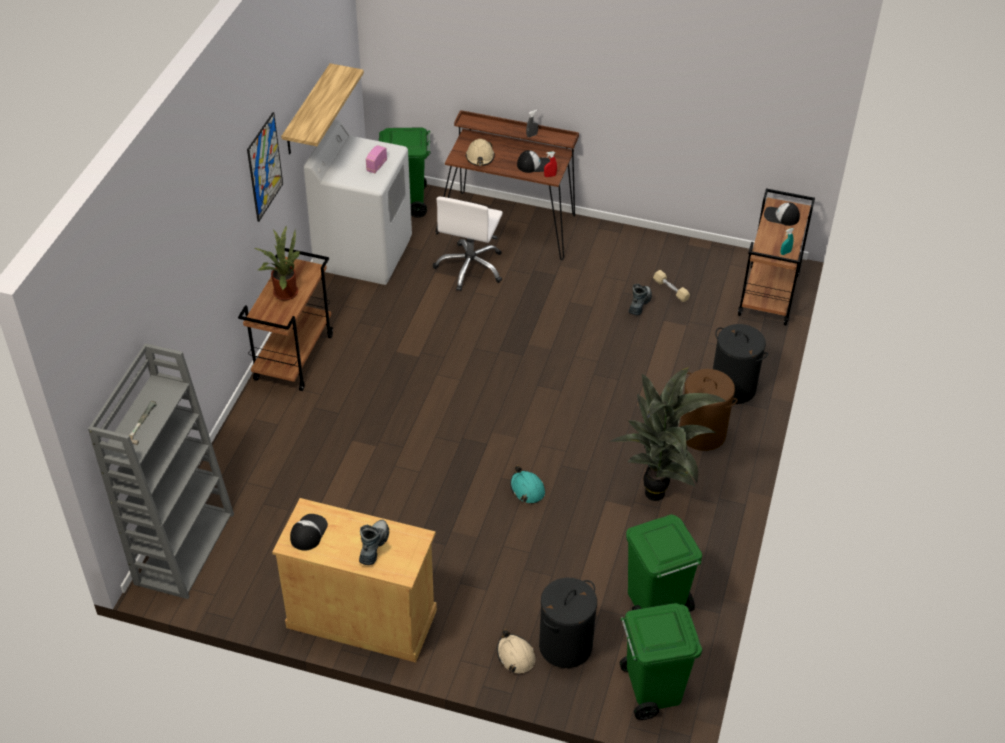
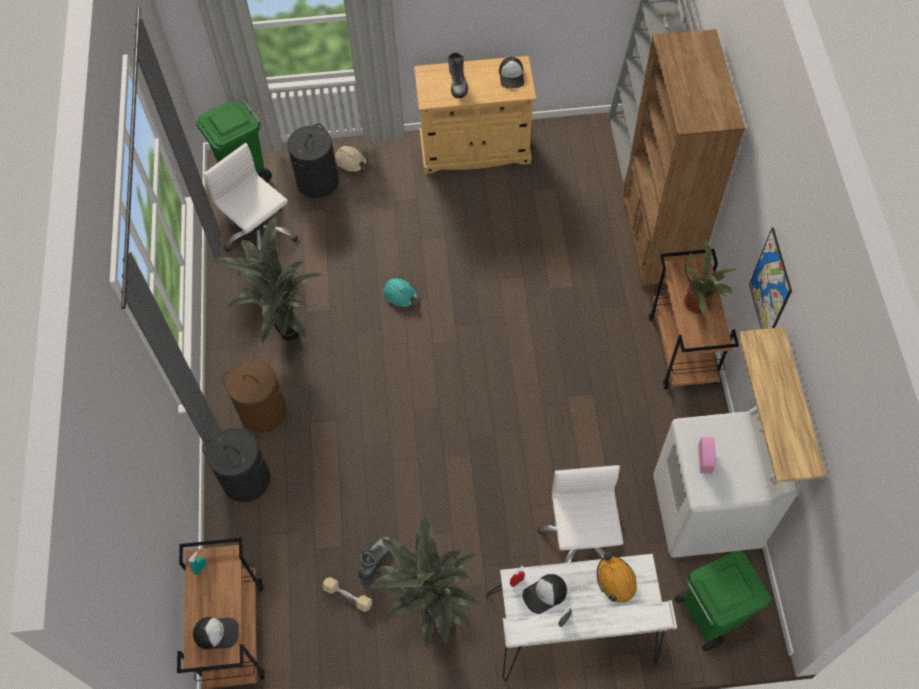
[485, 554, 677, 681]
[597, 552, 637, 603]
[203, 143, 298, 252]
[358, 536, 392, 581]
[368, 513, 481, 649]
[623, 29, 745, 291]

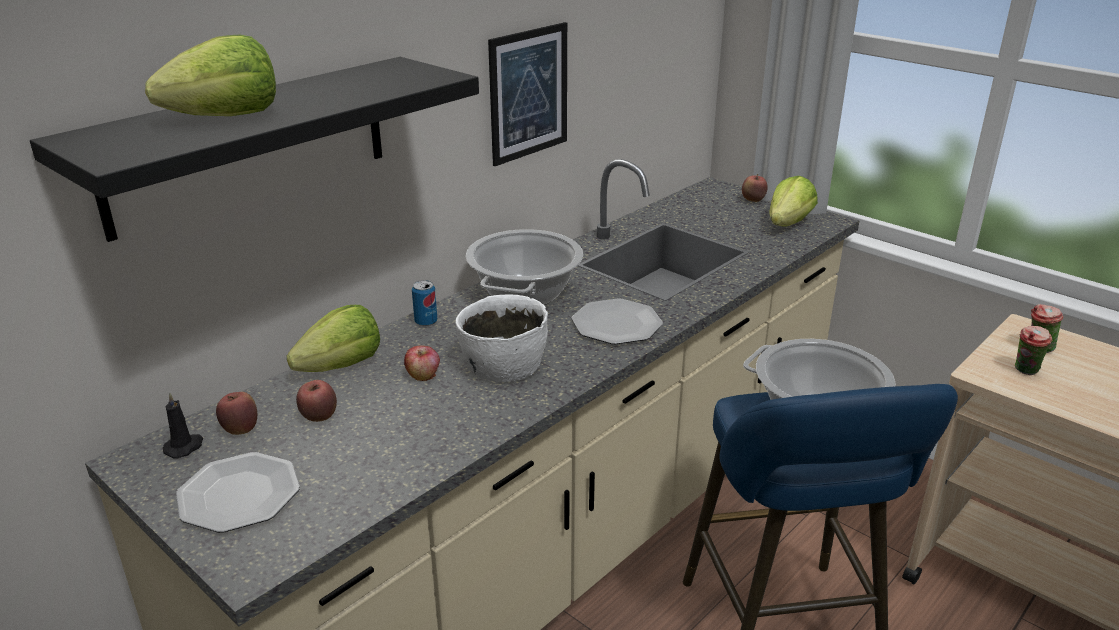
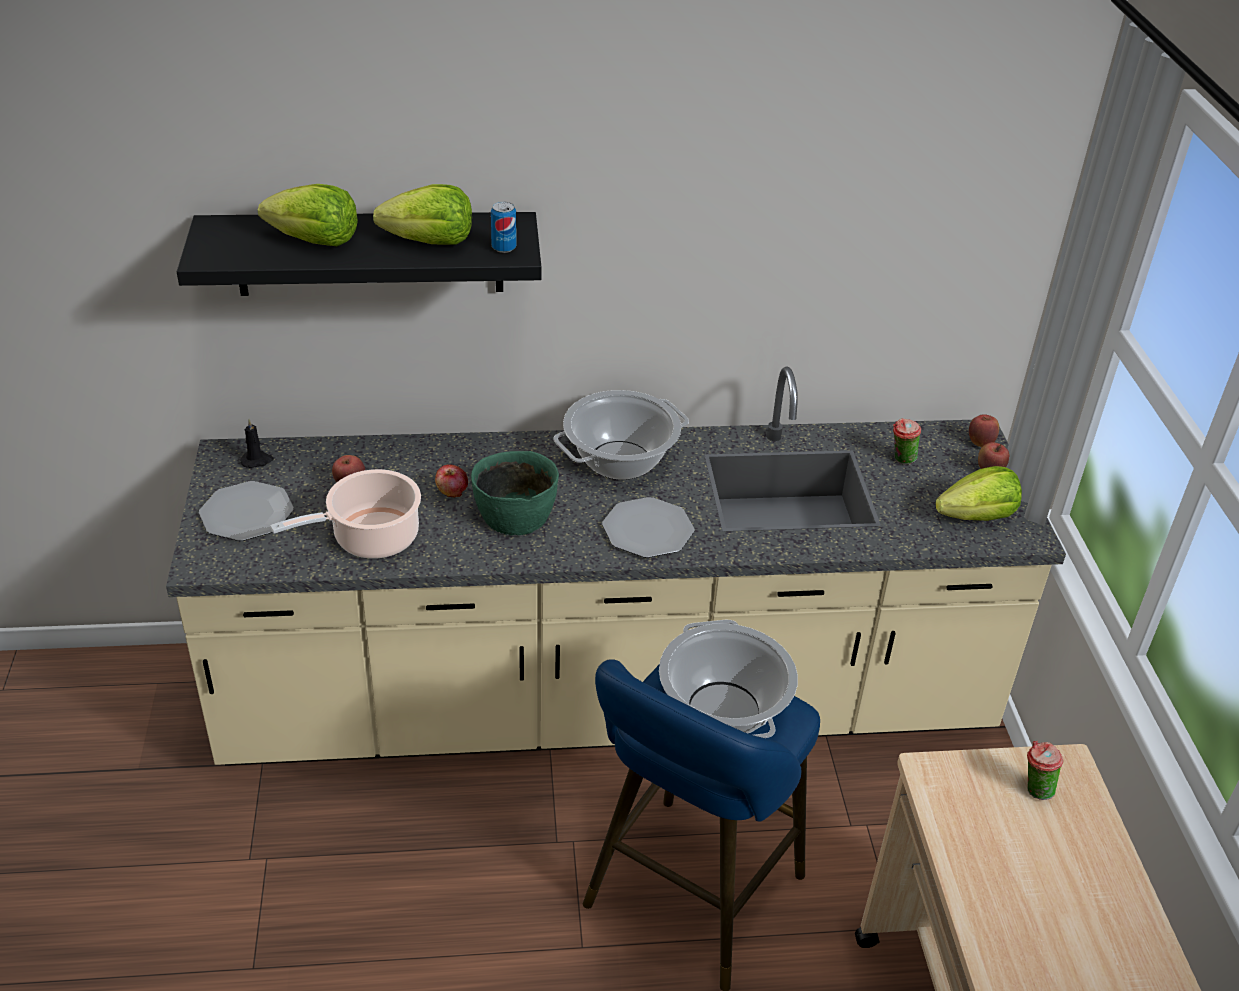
[969, 414, 999, 447]
[373, 184, 472, 245]
[491, 201, 517, 253]
[471, 451, 559, 536]
[488, 22, 567, 166] (first image)
[893, 418, 921, 465]
[270, 469, 421, 559]

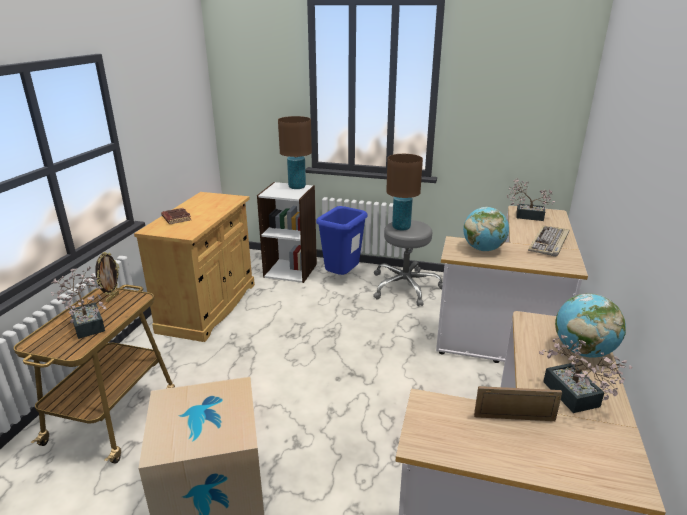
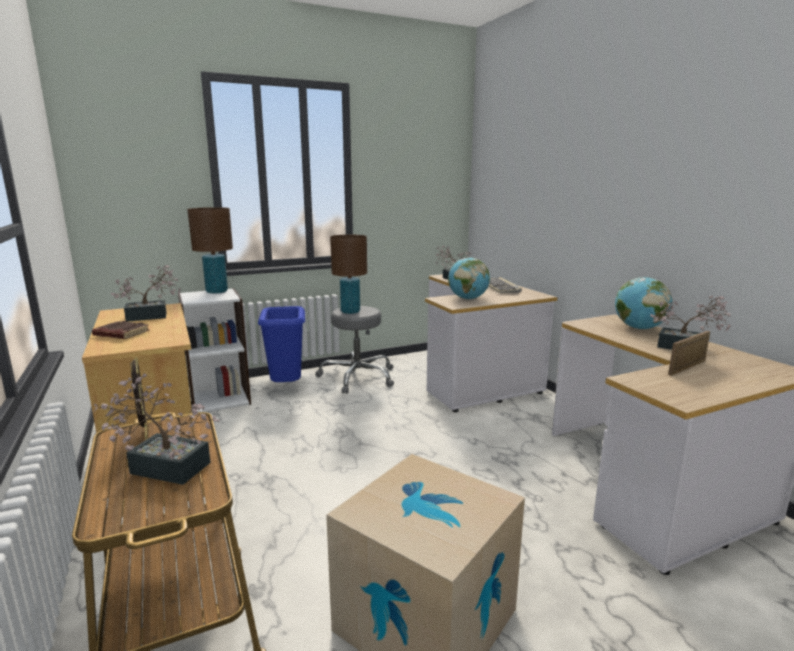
[111, 265, 181, 322]

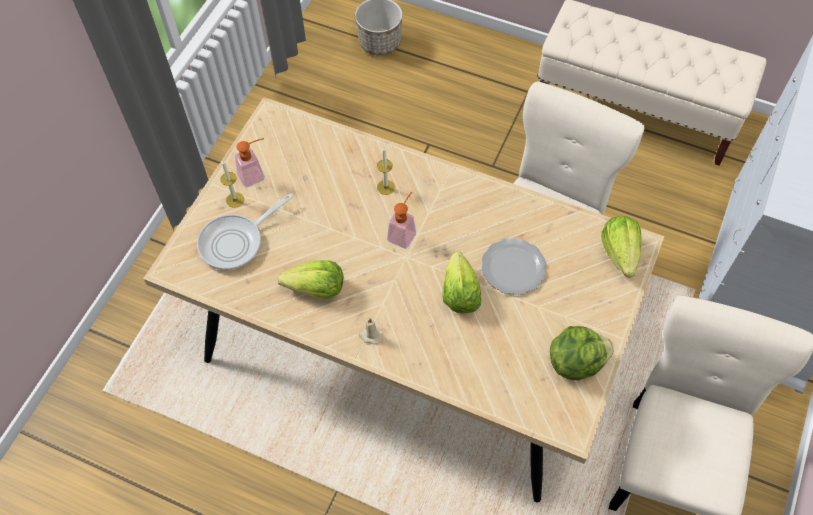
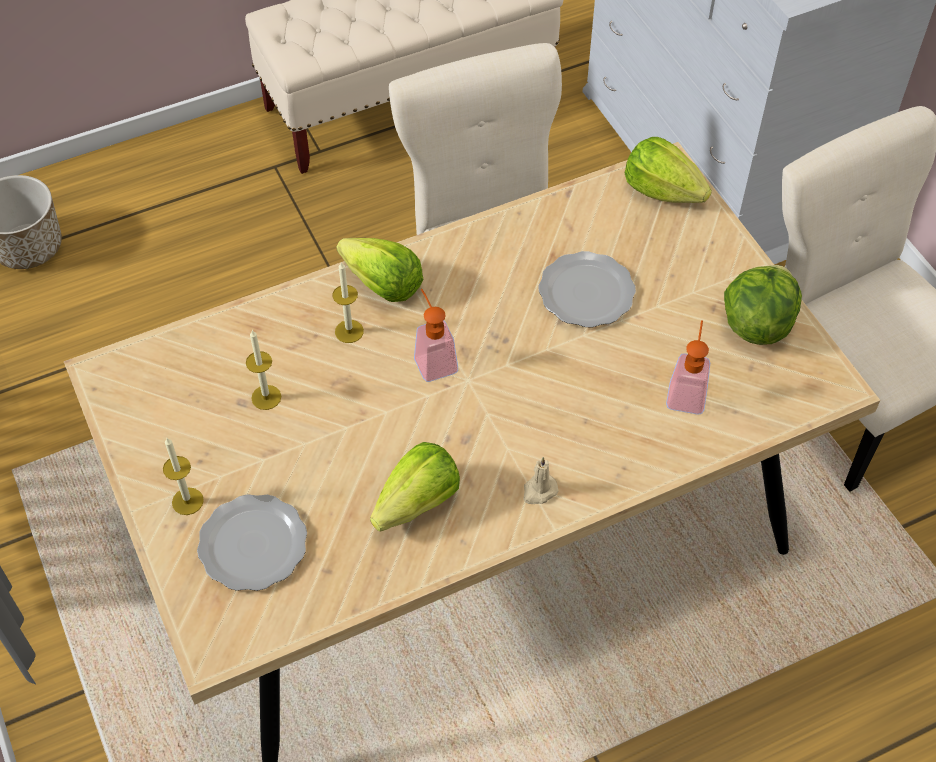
[197, 494, 307, 591]
[666, 320, 710, 415]
[336, 238, 423, 302]
[246, 330, 281, 410]

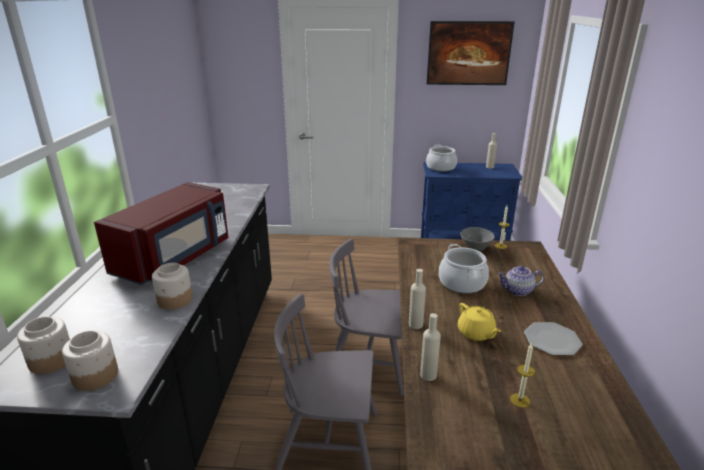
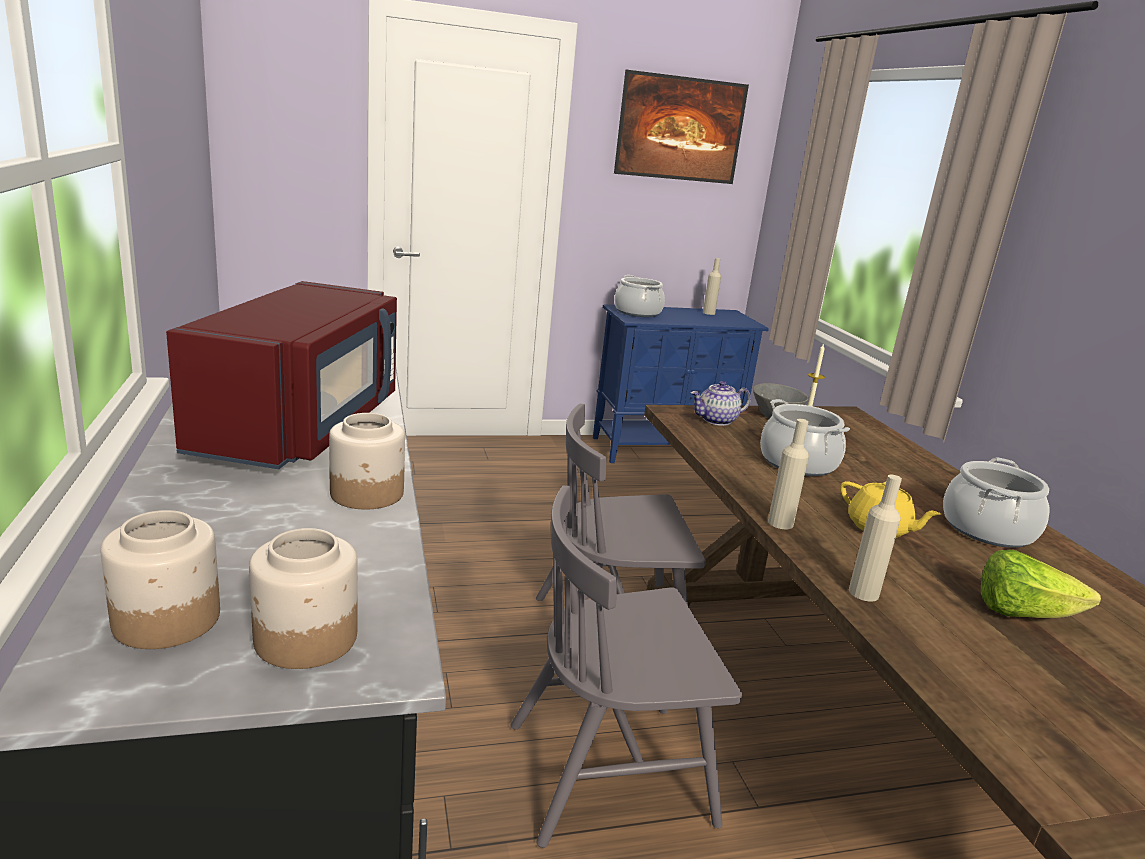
[690, 381, 751, 426]
[981, 550, 1101, 618]
[943, 457, 1050, 548]

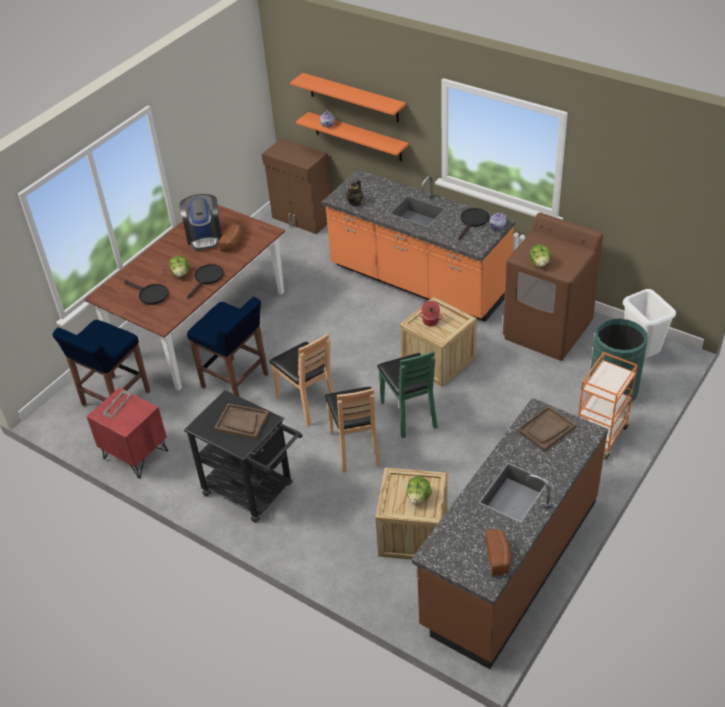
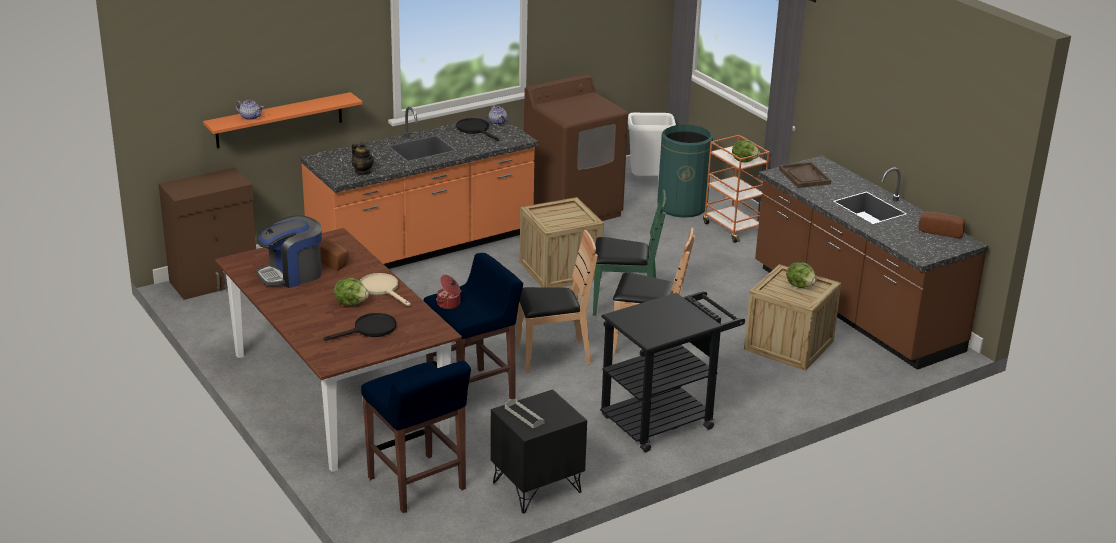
[490, 389, 587, 513]
[256, 215, 322, 288]
[359, 273, 411, 306]
[214, 403, 269, 439] (first image)
[290, 73, 406, 123] (first image)
[436, 275, 461, 309]
[732, 140, 760, 162]

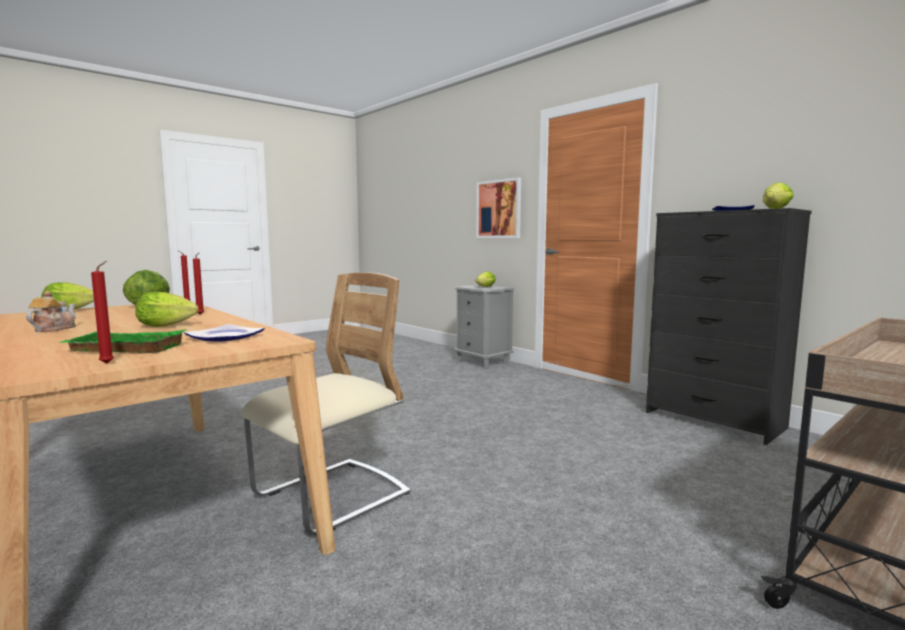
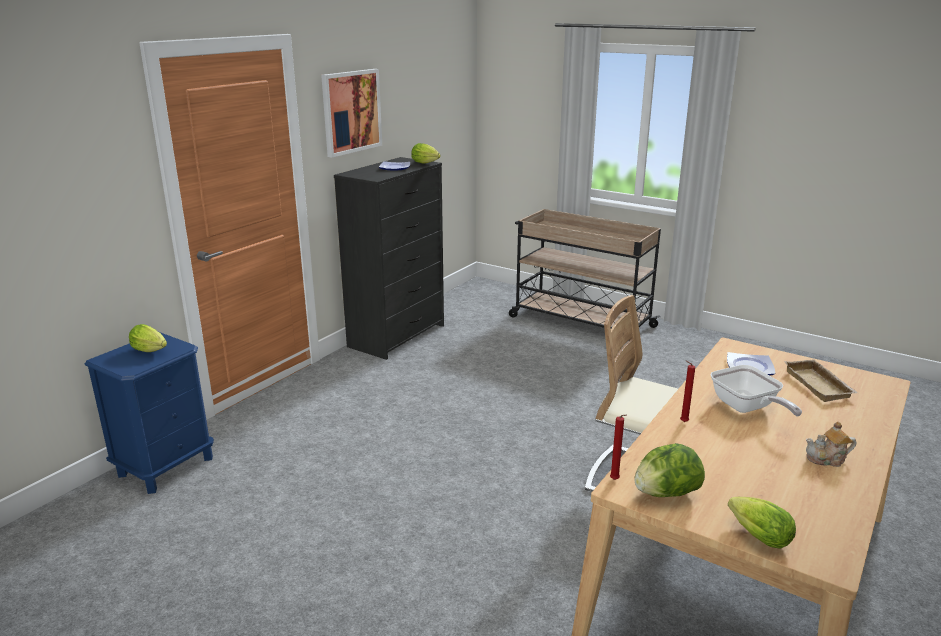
[784, 359, 858, 402]
[91, 261, 114, 364] (first image)
[710, 365, 802, 416]
[85, 332, 214, 494]
[321, 69, 382, 158]

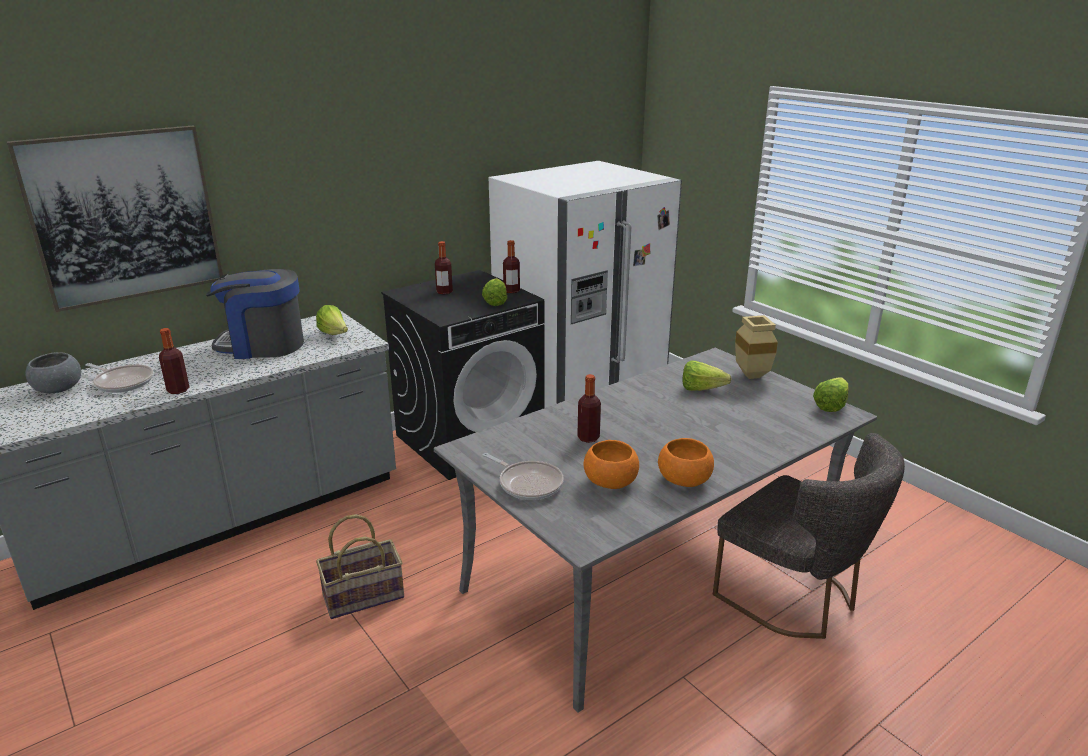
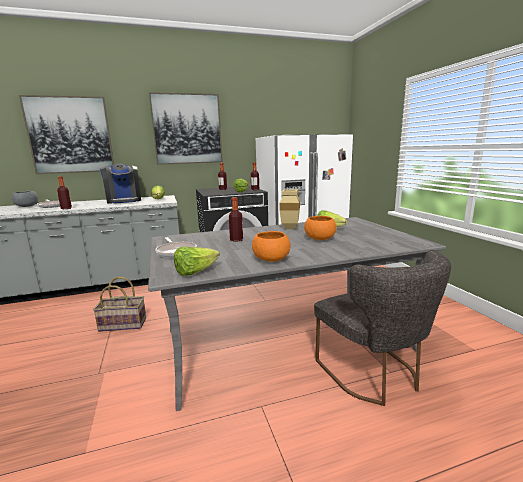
[100, 163, 141, 204]
[304, 216, 337, 240]
[279, 189, 300, 229]
[174, 247, 220, 276]
[149, 92, 223, 165]

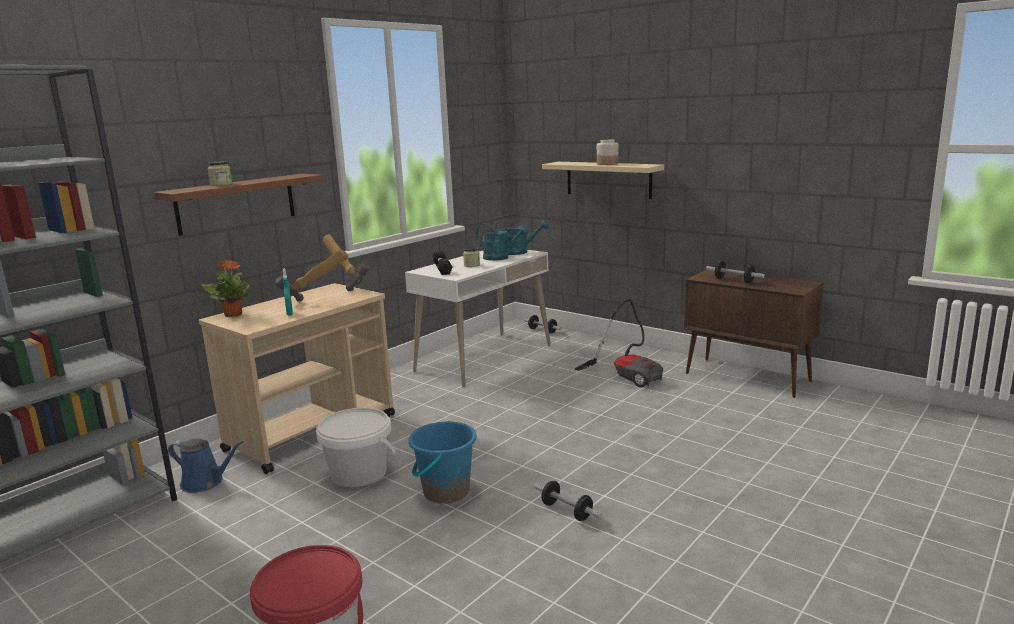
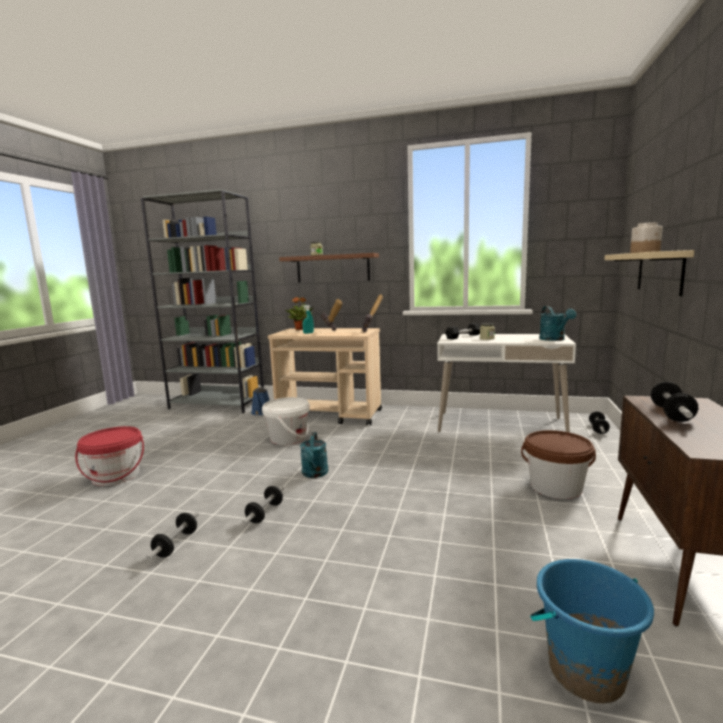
[530, 559, 654, 703]
[300, 432, 328, 478]
[521, 430, 596, 499]
[146, 512, 199, 561]

